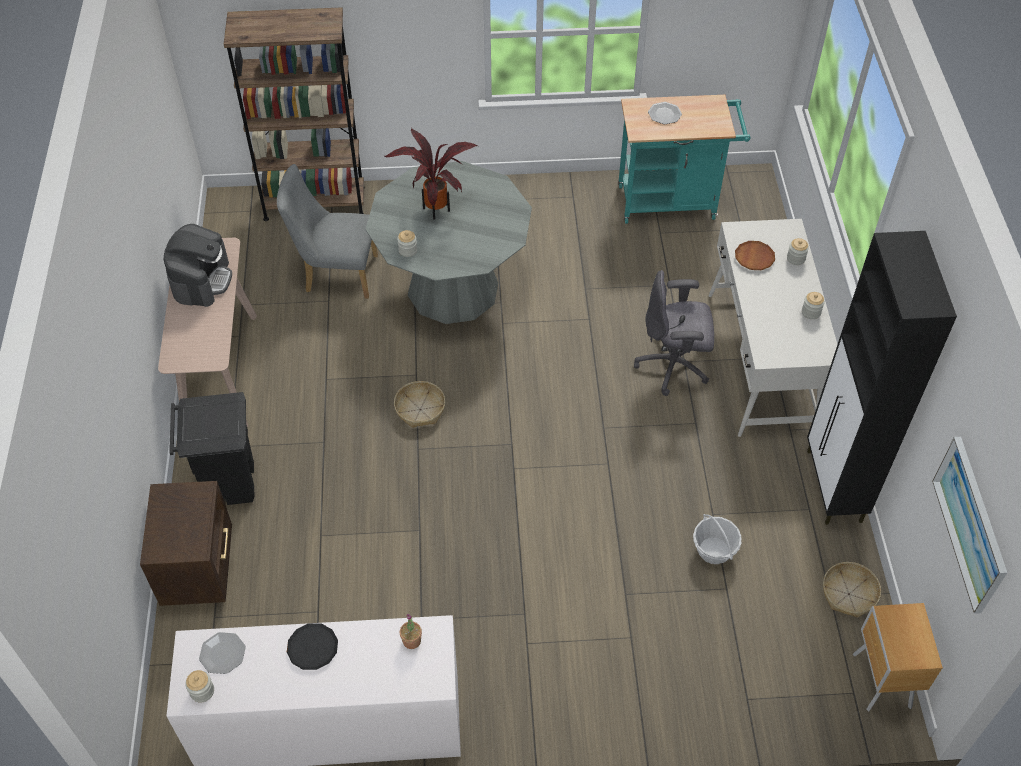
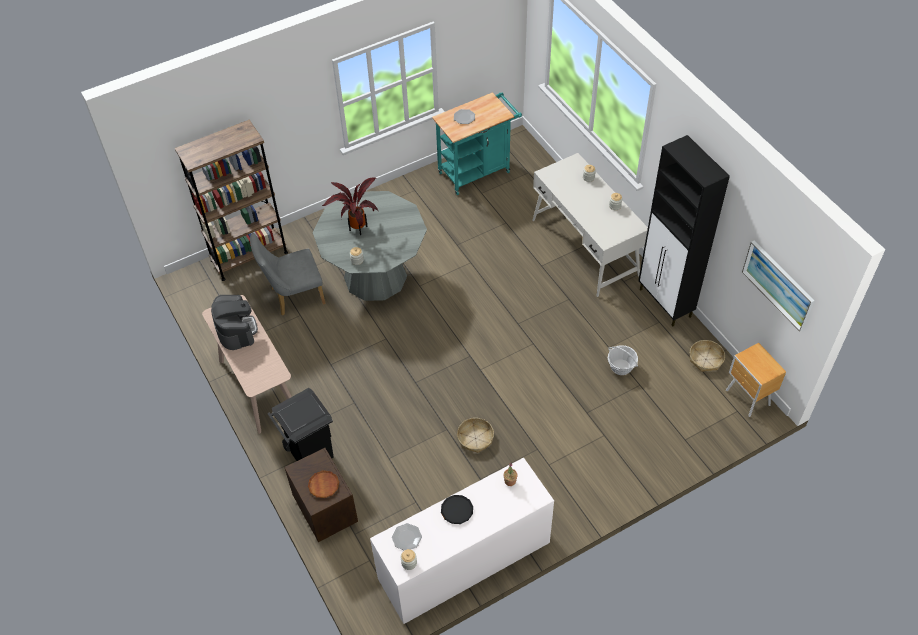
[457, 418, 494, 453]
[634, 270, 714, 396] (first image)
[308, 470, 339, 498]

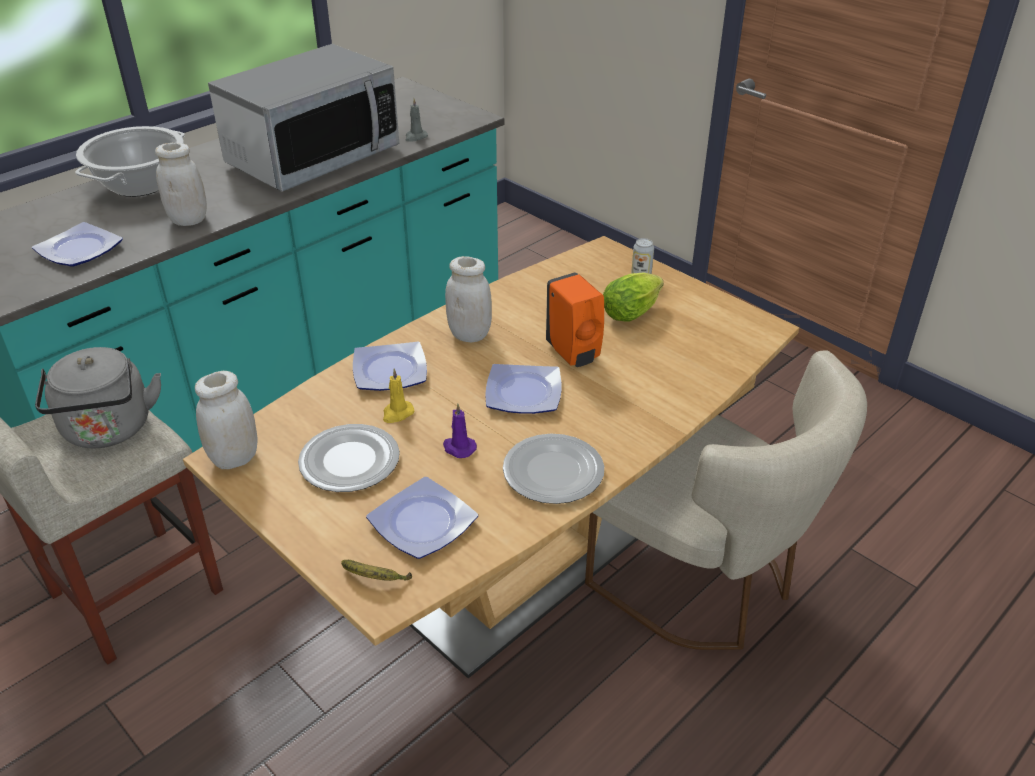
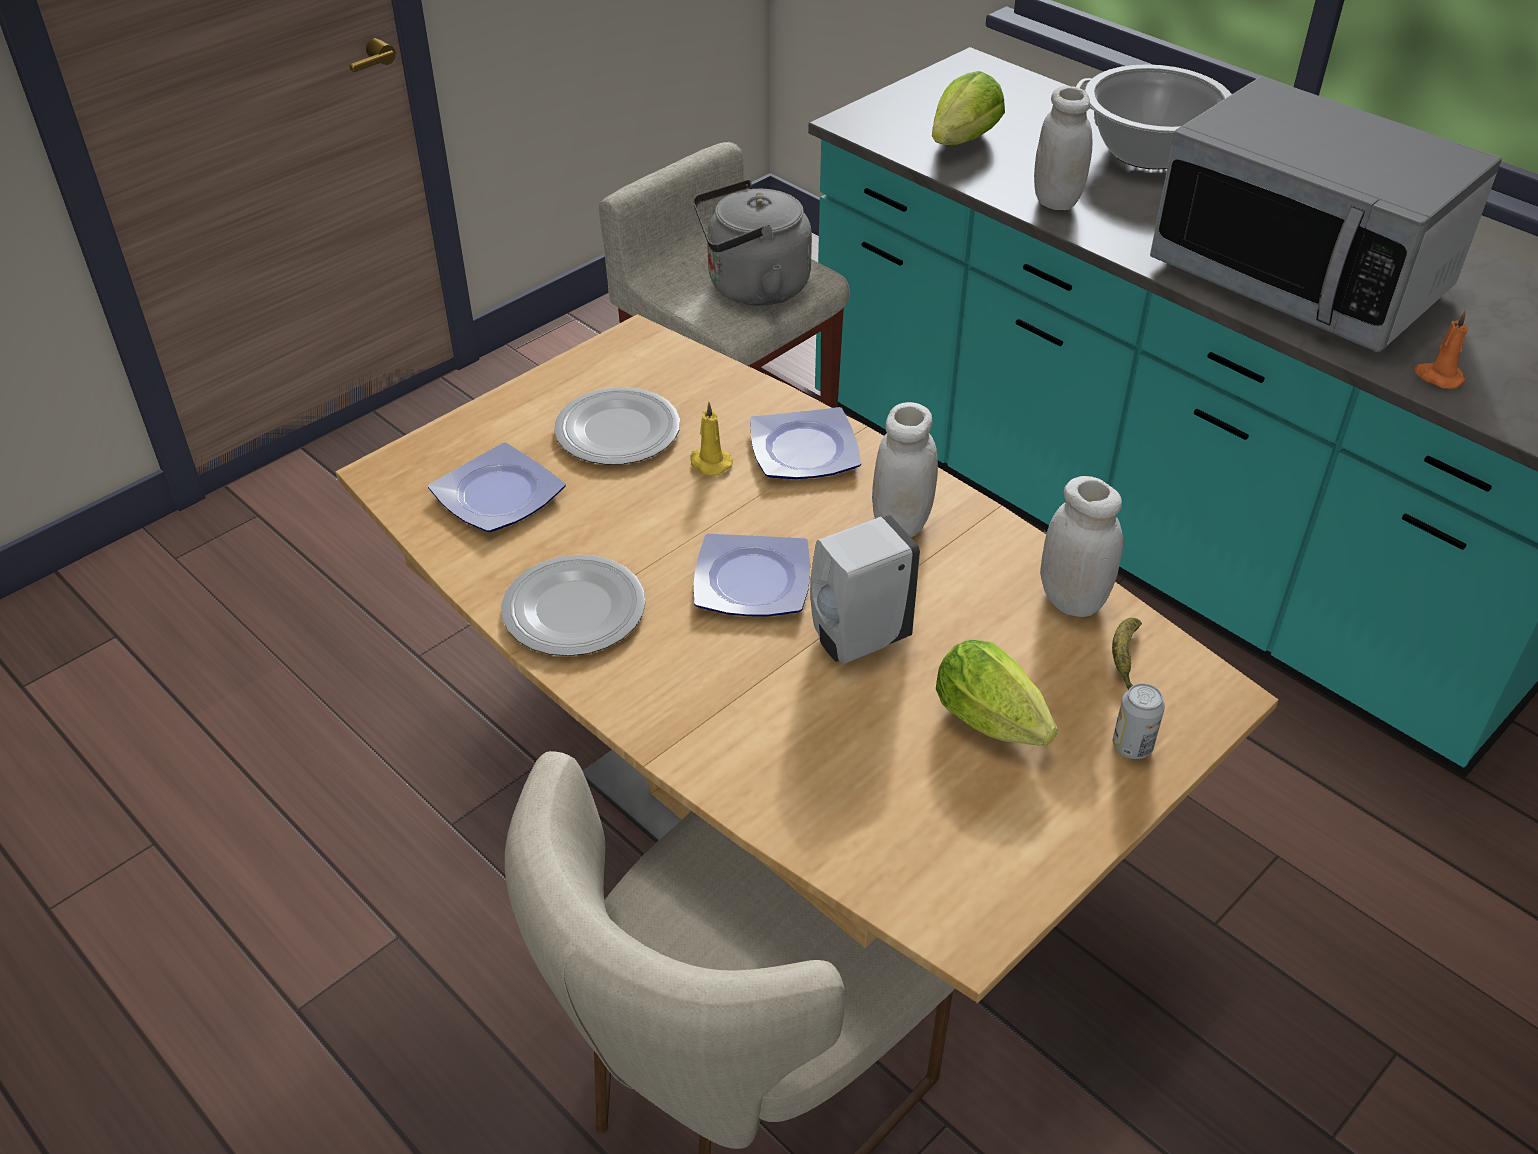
[932, 71, 1005, 145]
[1040, 476, 1123, 617]
[1112, 618, 1142, 690]
[1414, 311, 1468, 389]
[443, 403, 477, 458] (first image)
[810, 515, 920, 664]

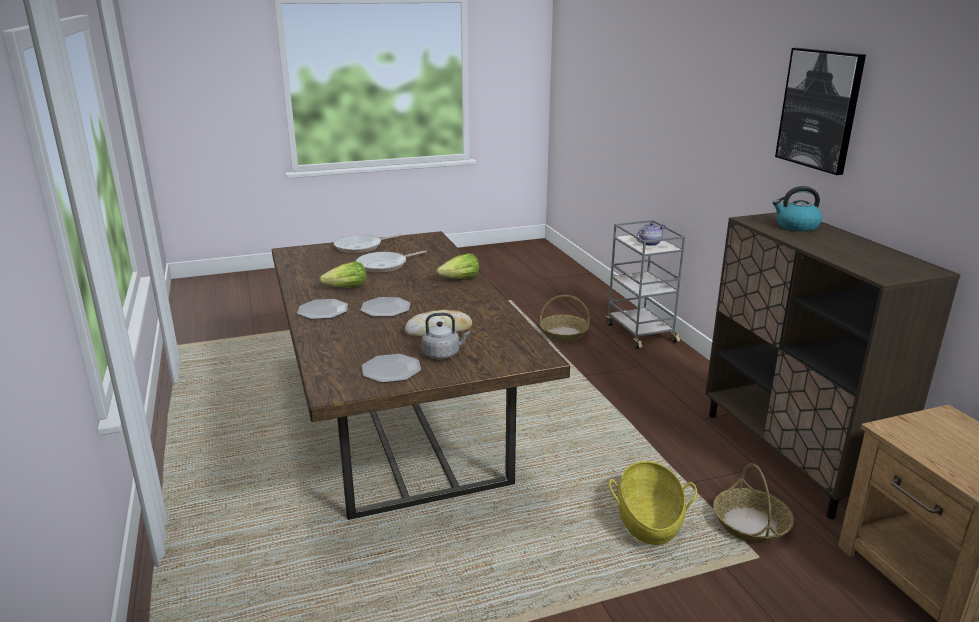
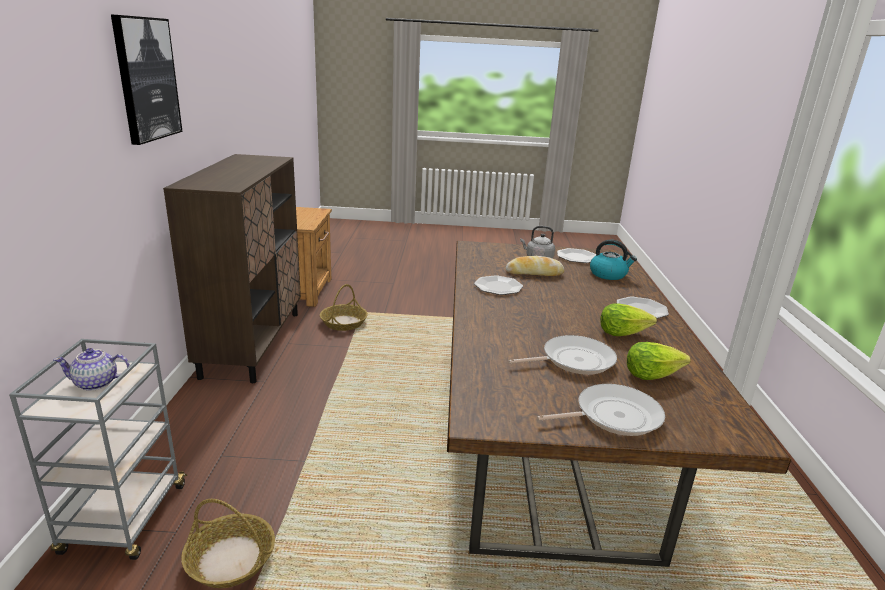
[474, 275, 523, 295]
[627, 342, 691, 380]
[609, 461, 697, 545] (first image)
[590, 240, 637, 280]

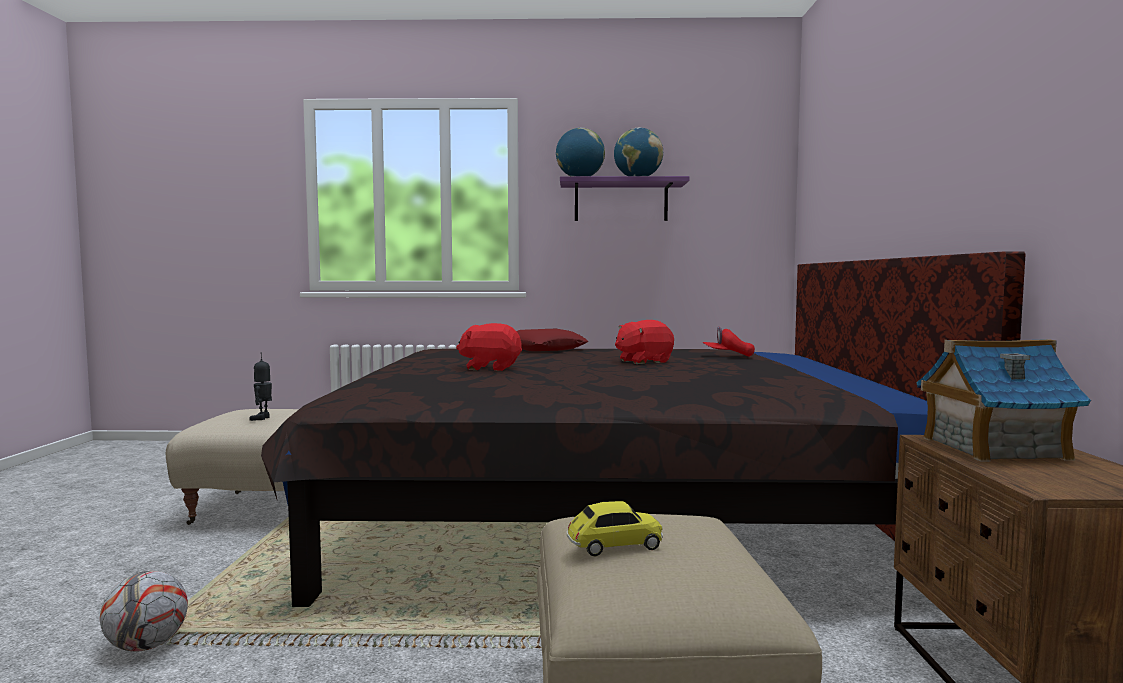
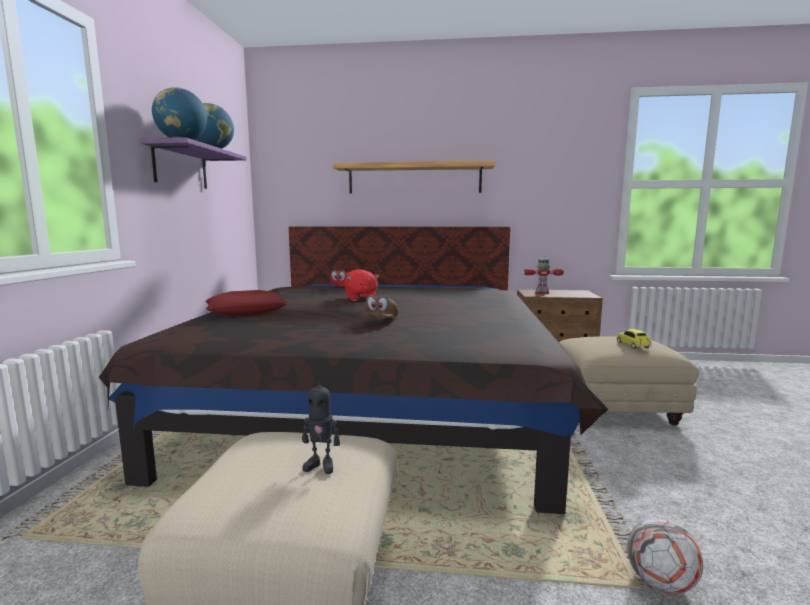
[363, 295, 398, 318]
[524, 258, 564, 294]
[333, 161, 495, 194]

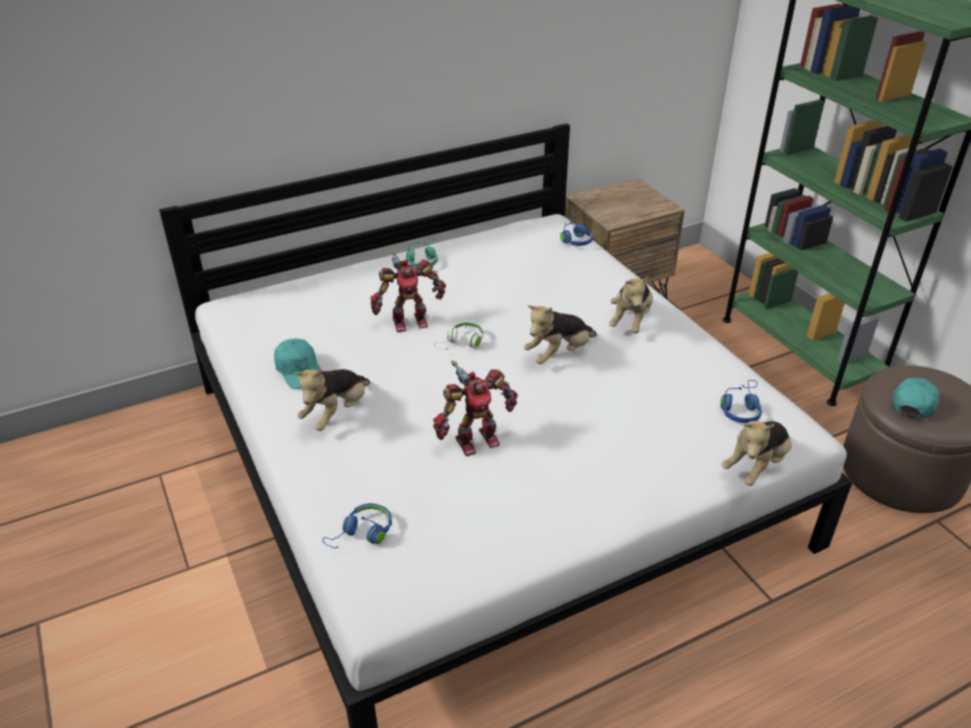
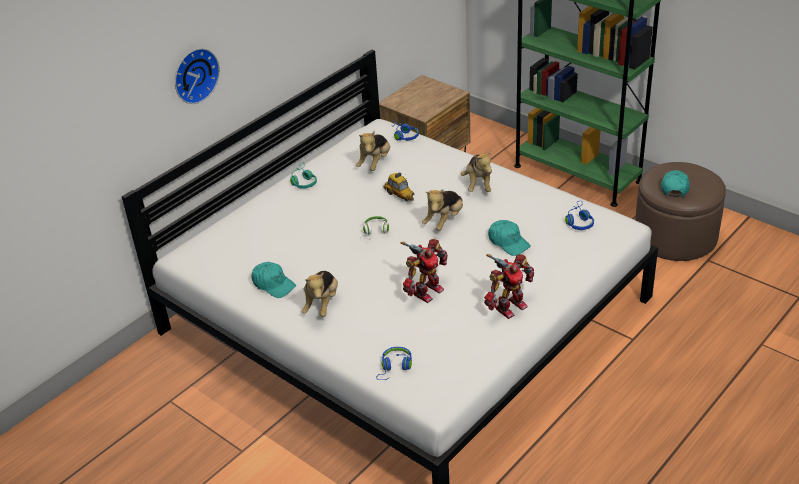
[484, 254, 534, 319]
[356, 131, 390, 171]
[175, 48, 220, 104]
[383, 172, 415, 202]
[488, 220, 531, 256]

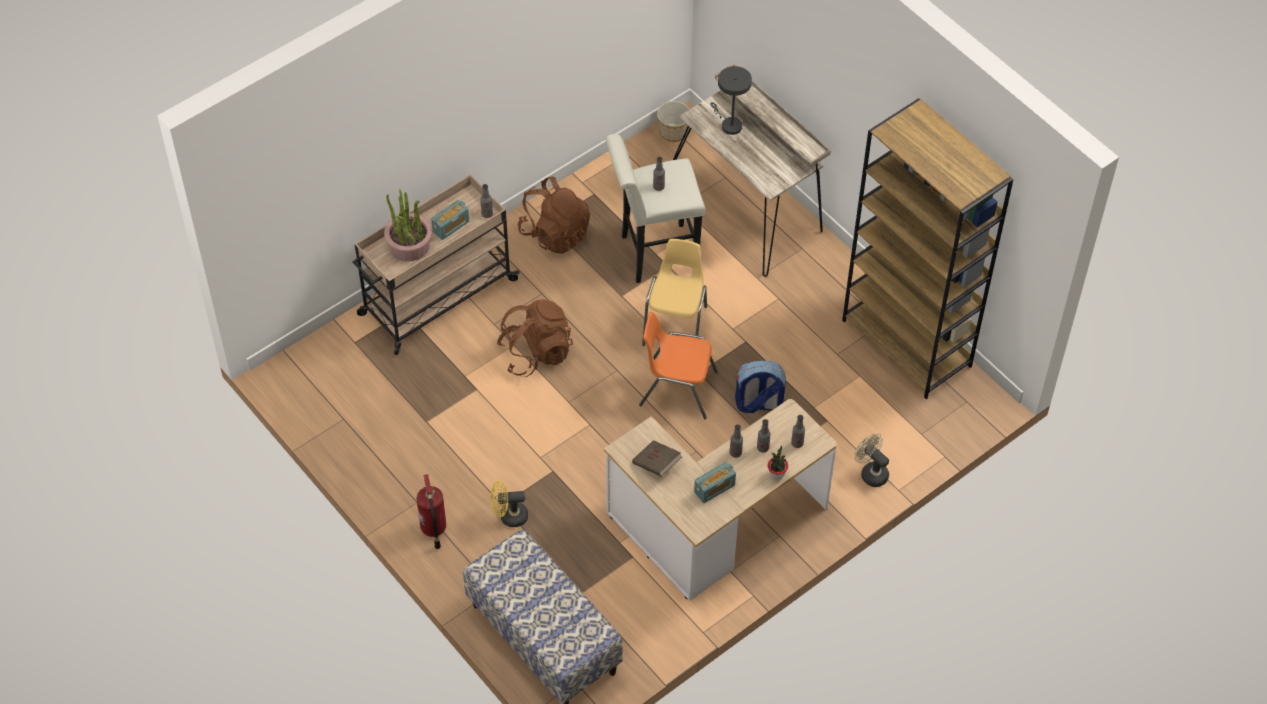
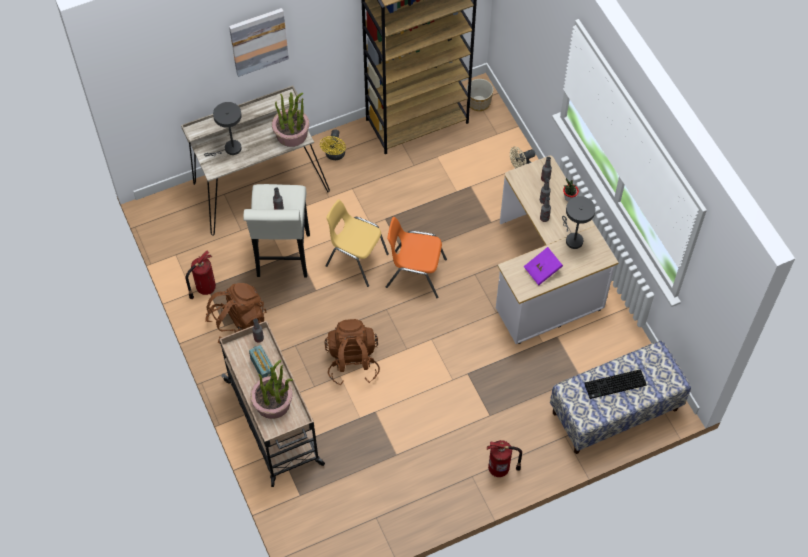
[320, 129, 346, 160]
[523, 247, 563, 285]
[386, 217, 447, 298]
[466, 79, 494, 111]
[562, 196, 596, 249]
[735, 360, 786, 413] (first image)
[185, 251, 216, 299]
[229, 8, 289, 77]
[272, 92, 309, 147]
[584, 369, 647, 399]

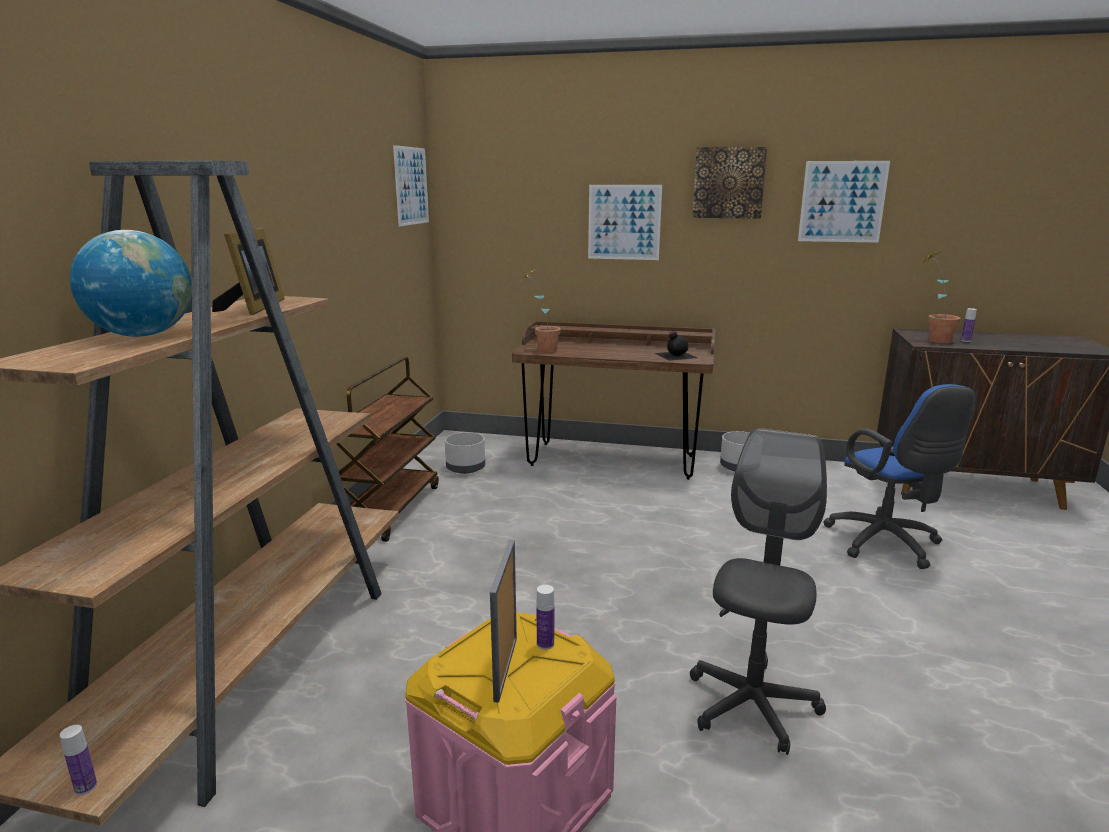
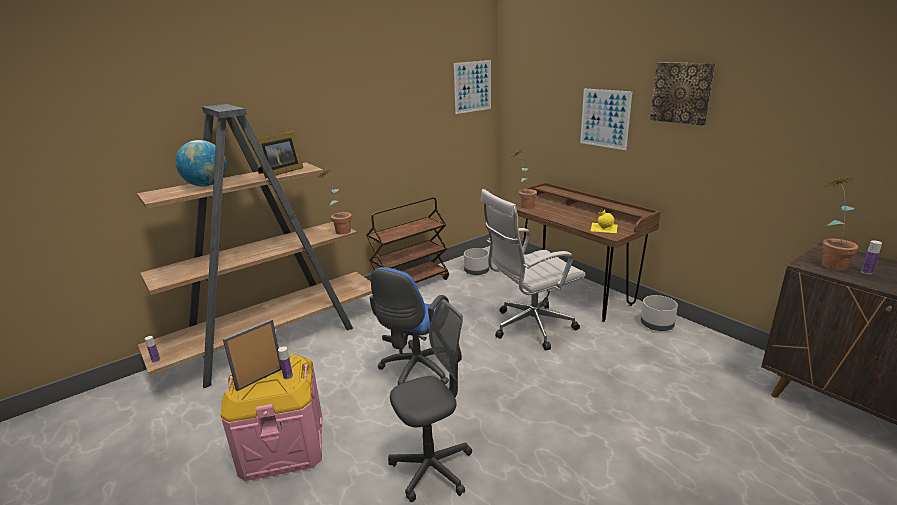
[591, 209, 617, 233]
[798, 161, 890, 243] (first image)
[370, 267, 449, 385]
[317, 170, 352, 235]
[481, 189, 586, 351]

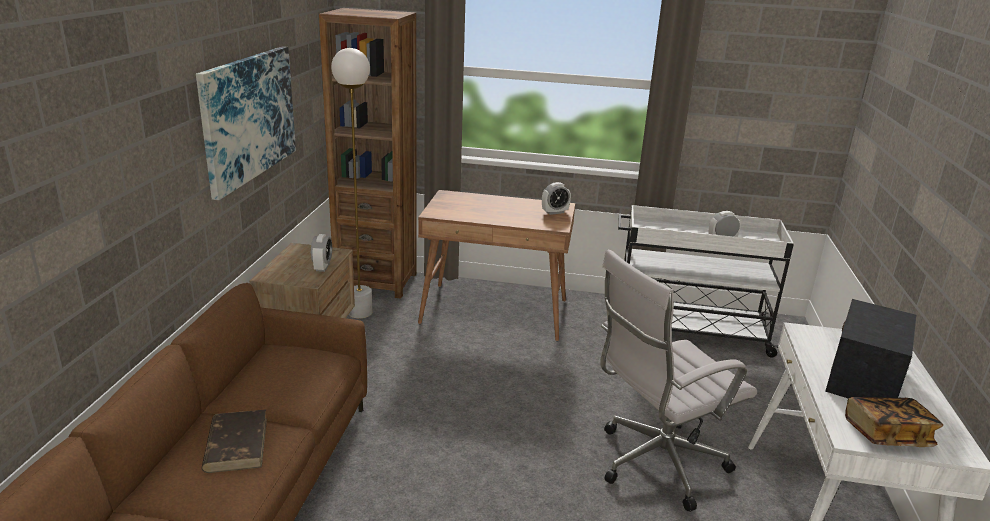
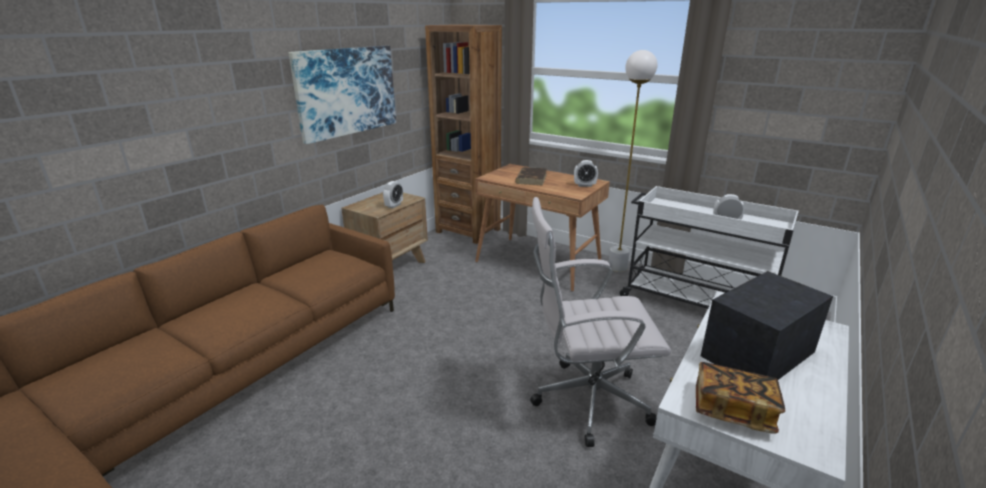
[515, 167, 547, 185]
[609, 50, 657, 272]

